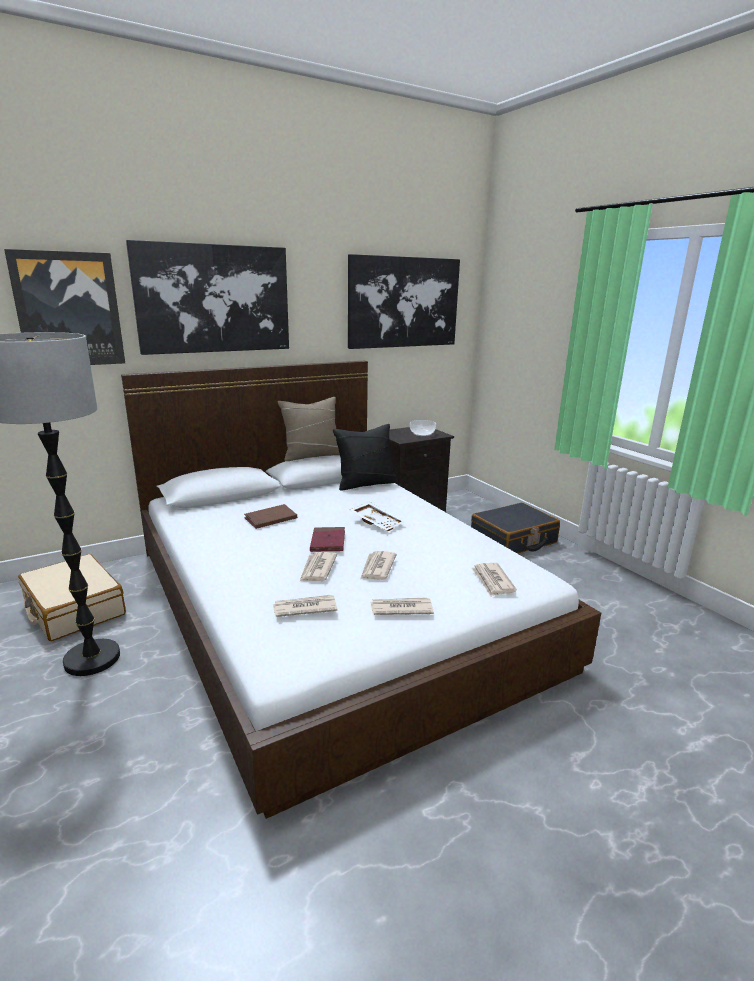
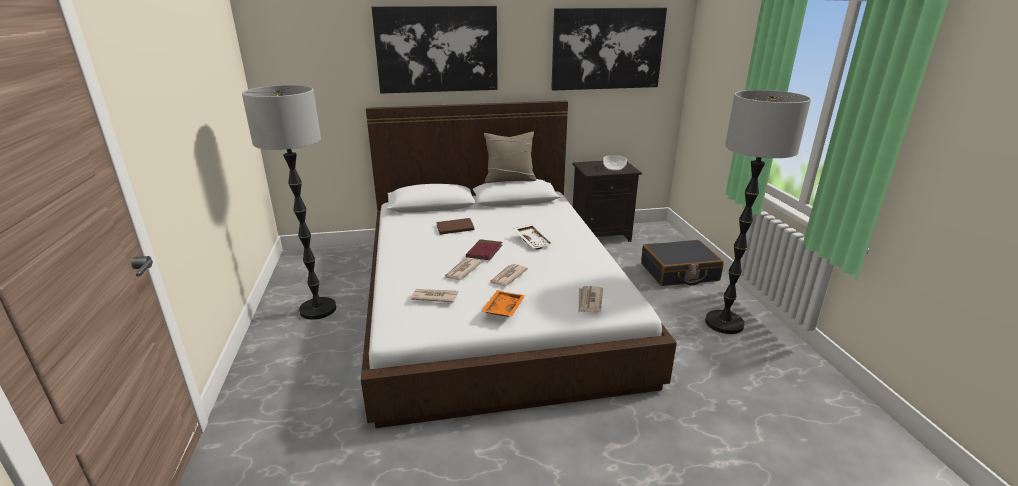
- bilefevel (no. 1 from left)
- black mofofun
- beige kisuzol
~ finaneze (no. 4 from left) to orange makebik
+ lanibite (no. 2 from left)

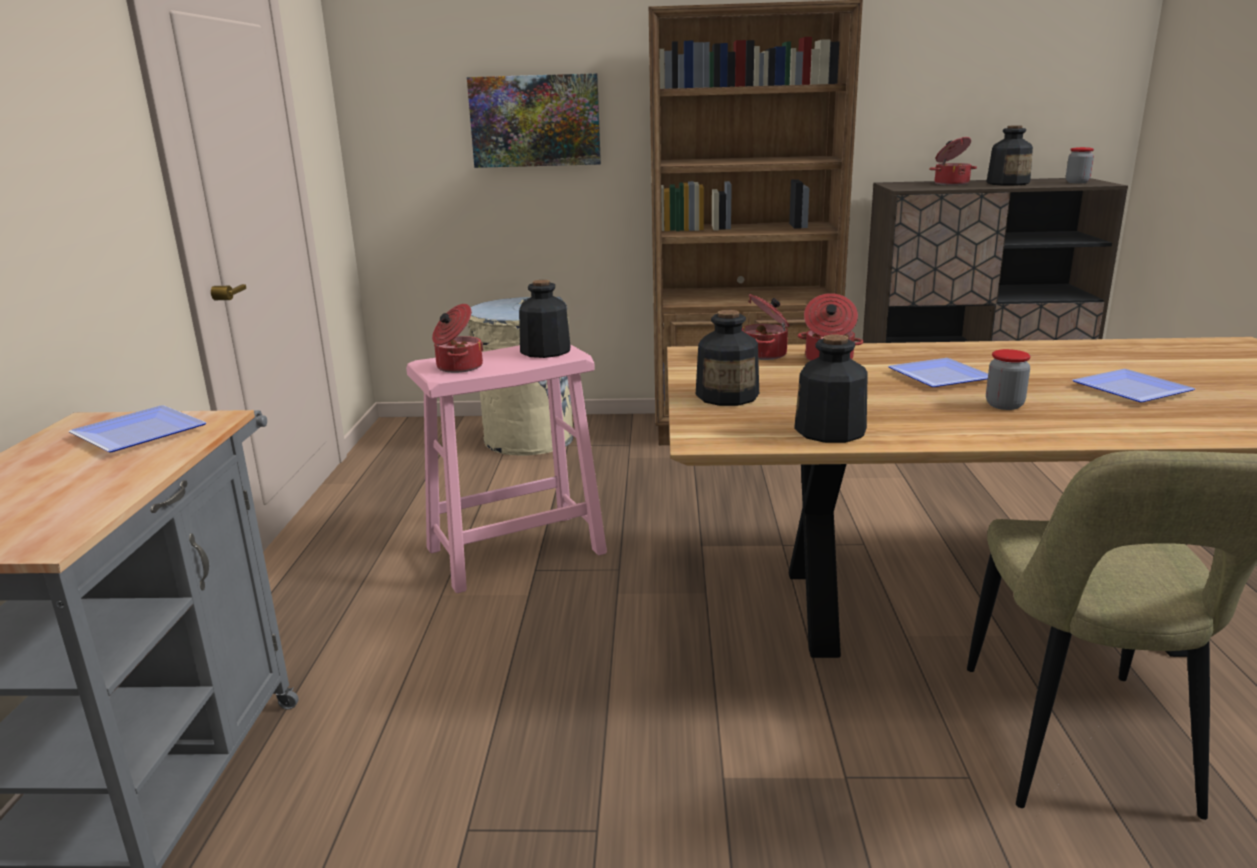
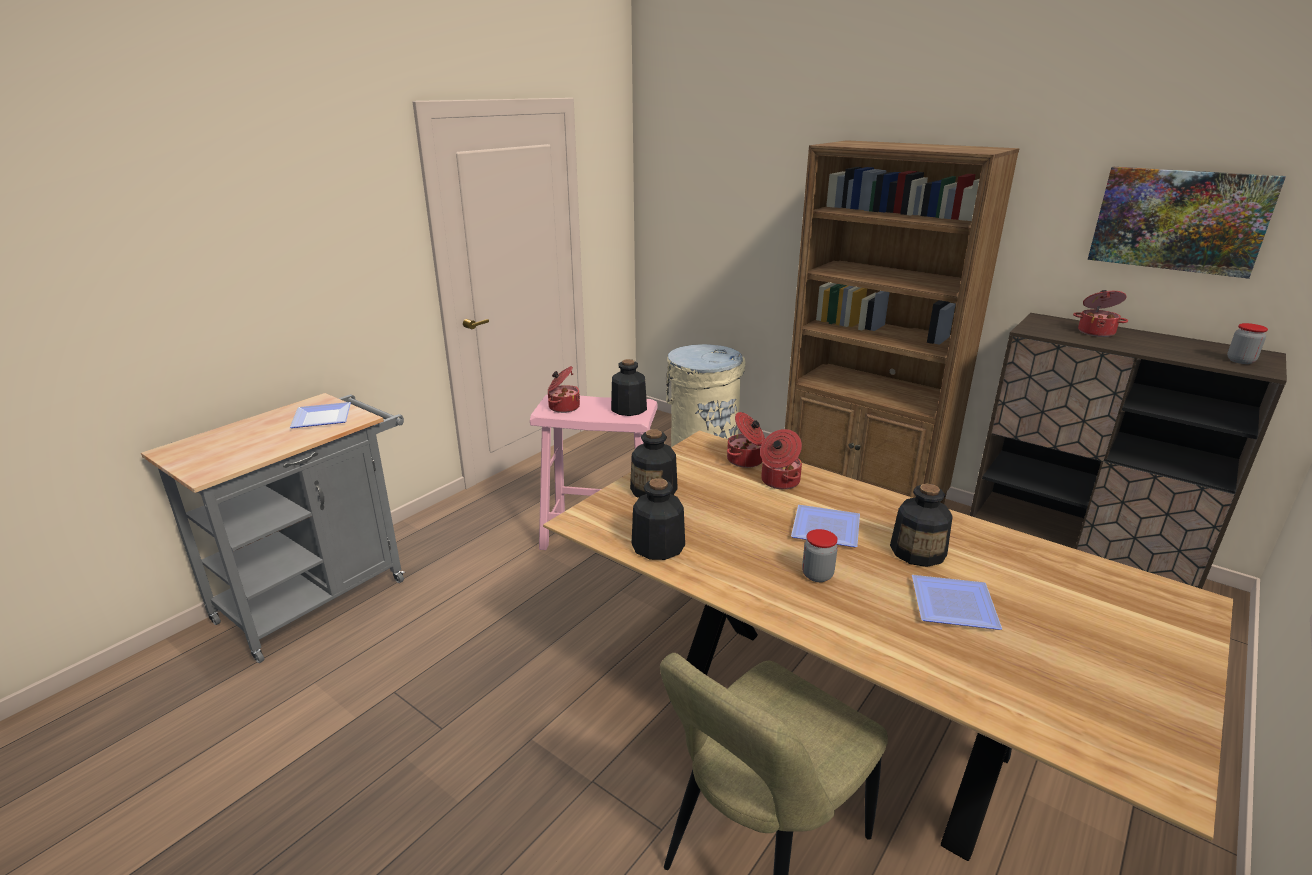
~ bilefevel
~ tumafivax (no. 4 from left)

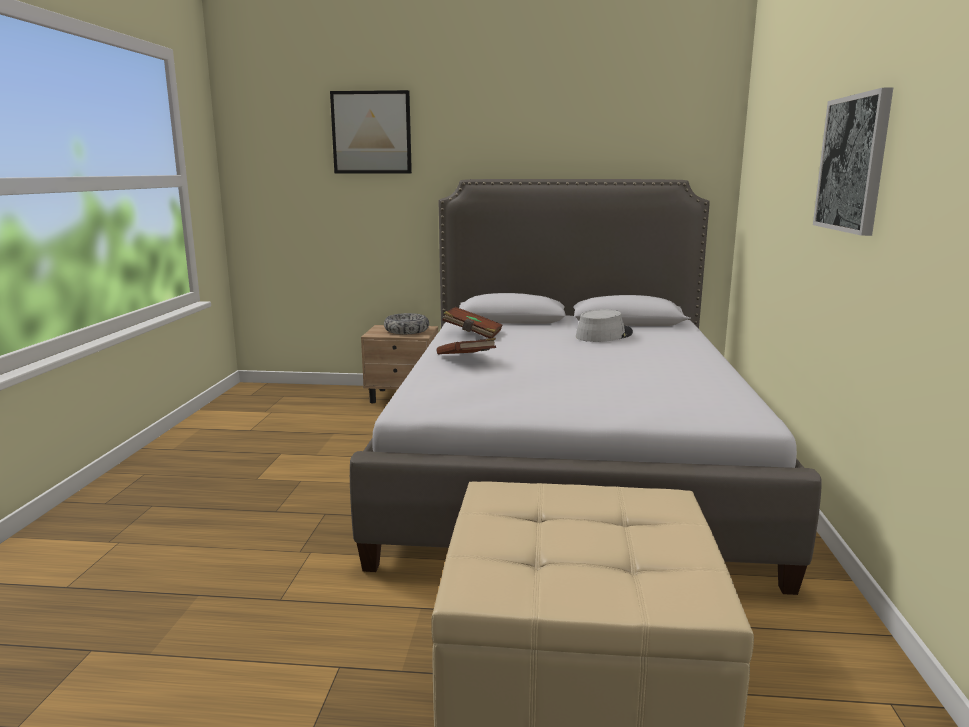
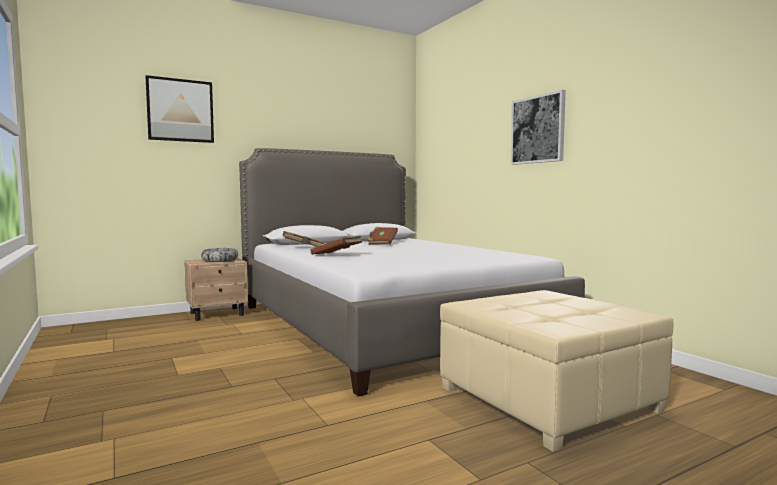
~ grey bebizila to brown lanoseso (no. 3 from left)

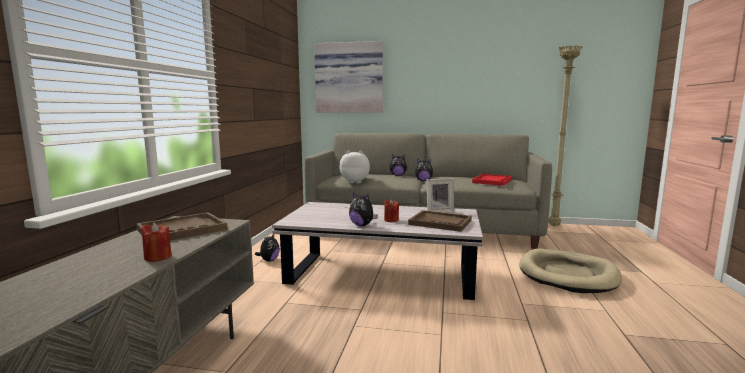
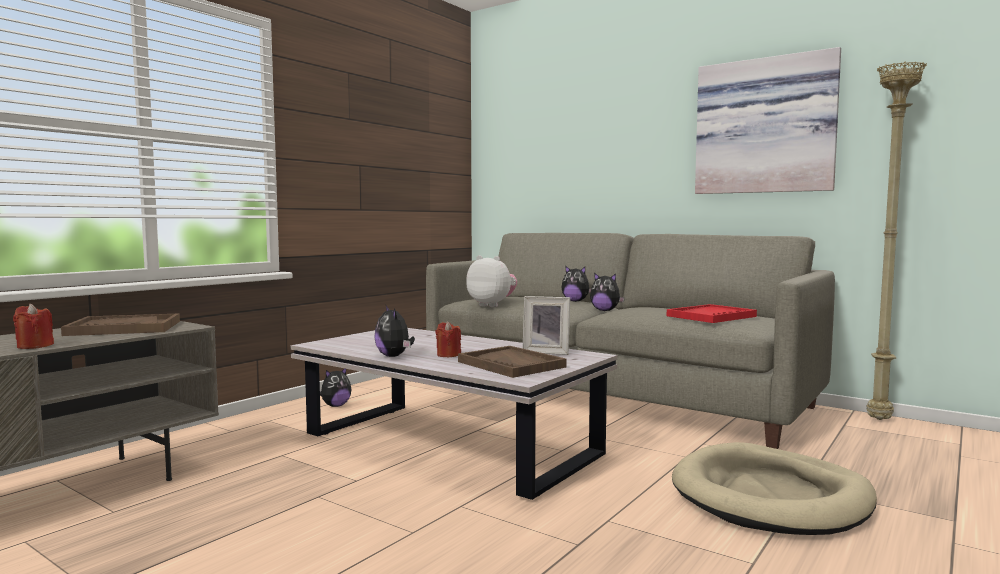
~ bilefevel

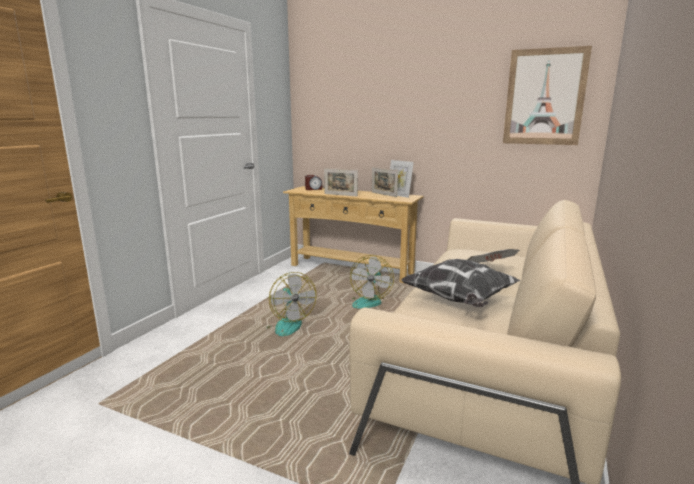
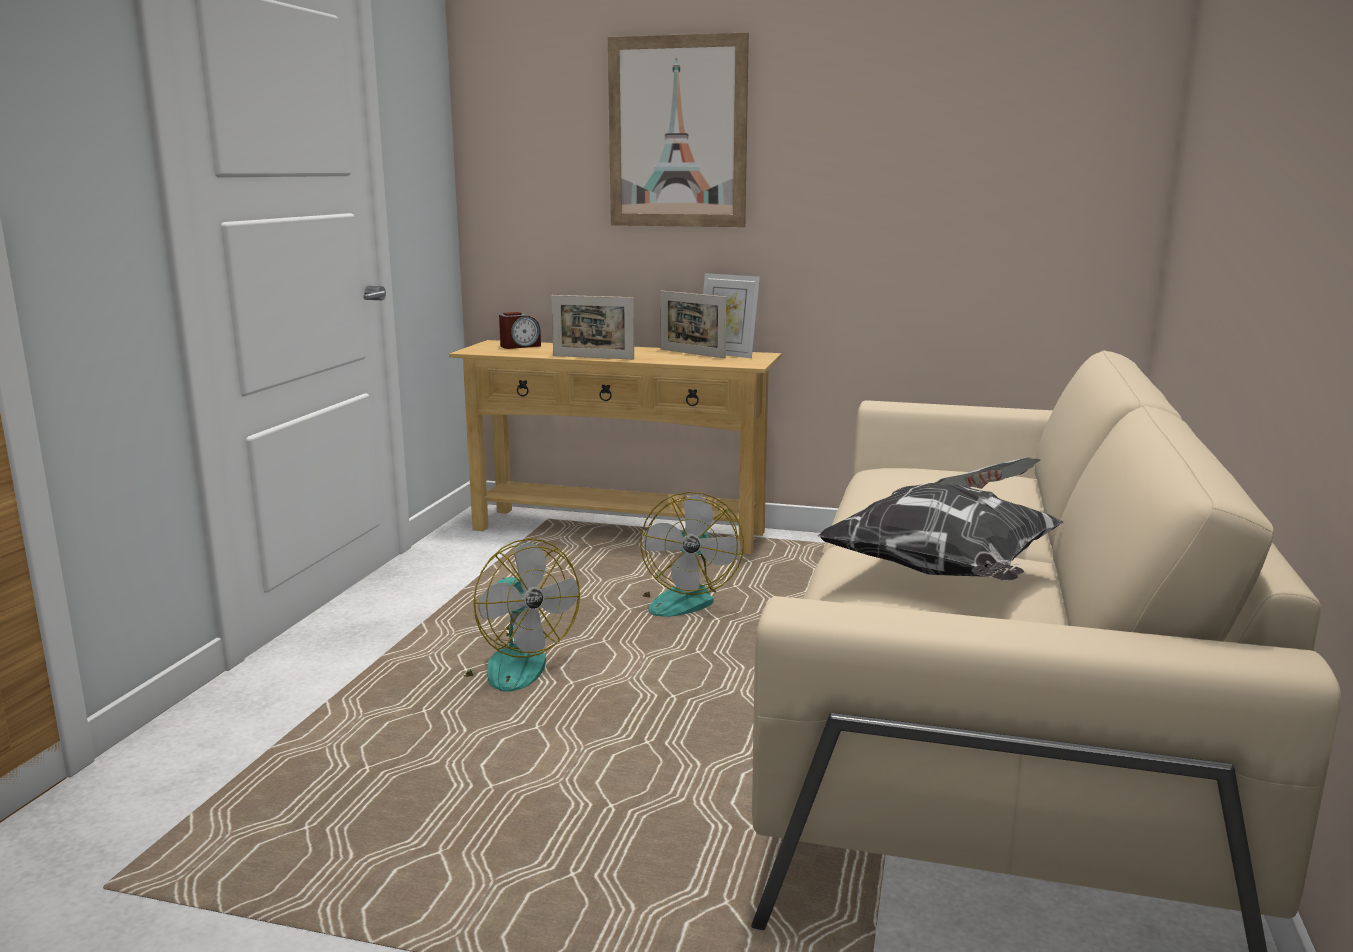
~ bilefevel

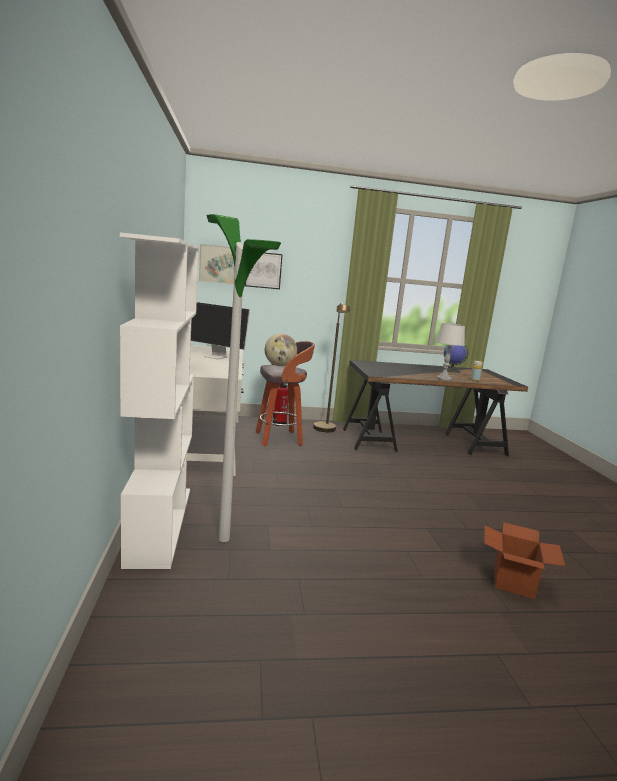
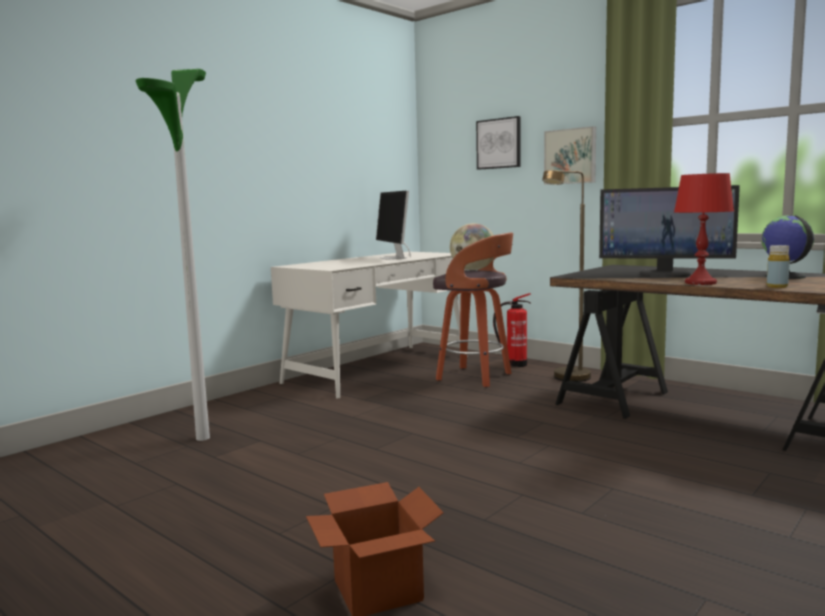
- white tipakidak
~ bilefevel (no. 1 from left in the first image) to bilefevel (no. 2 from left)
~ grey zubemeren to red zubemeren
+ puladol (no. 2 from left)

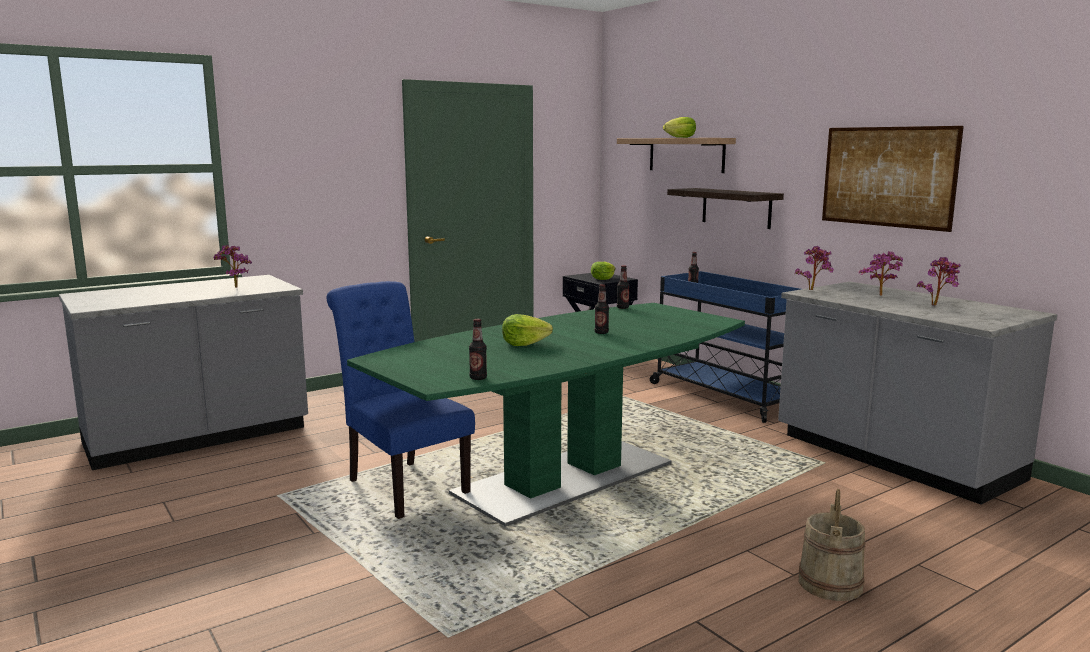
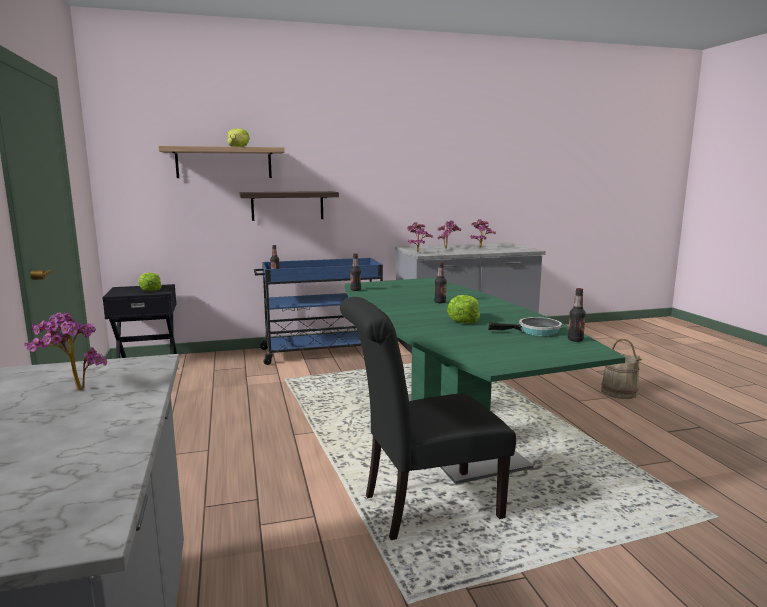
- bilefevel
~ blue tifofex to black tifofex
+ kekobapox

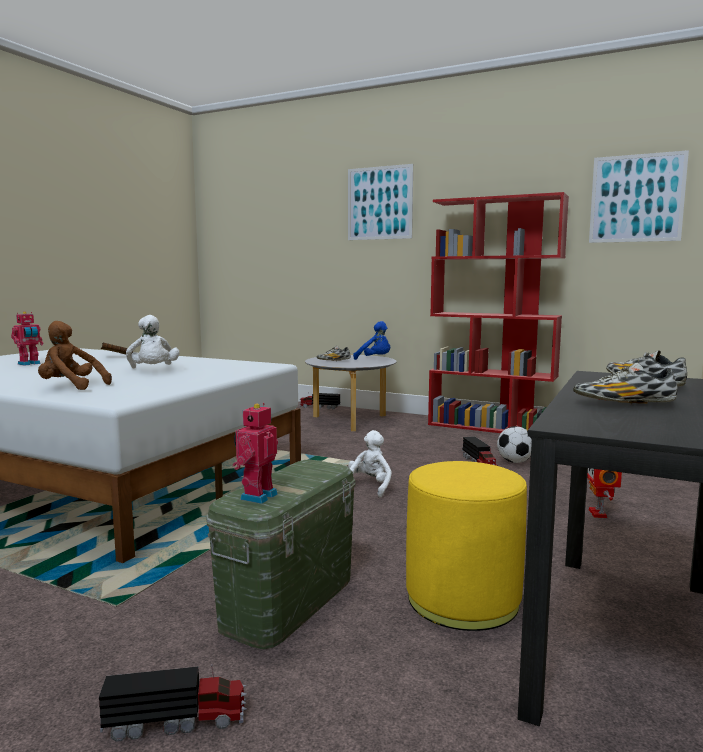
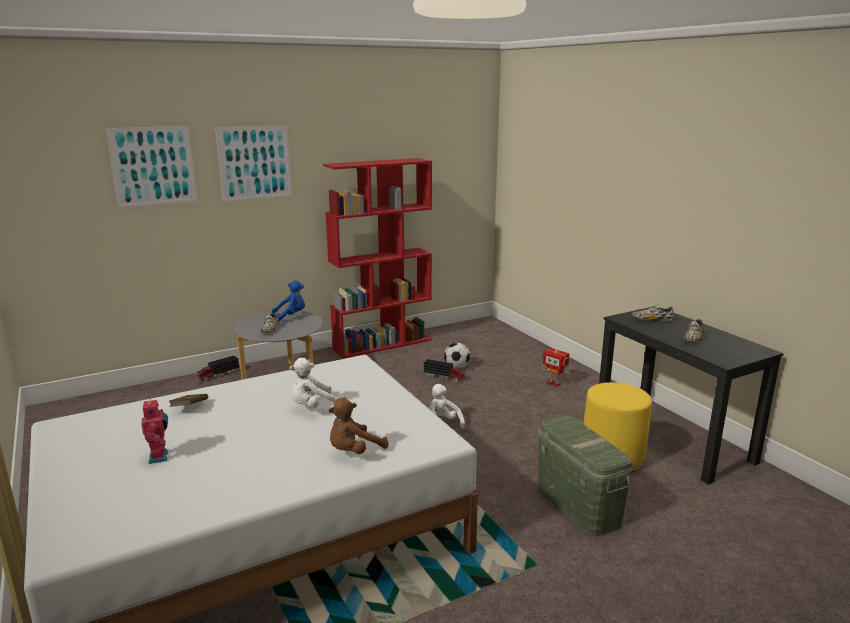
~ bilefevel (no. 2 from left in the first image) to bilefevel (no. 1 from left)
~ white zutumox (no. 1 from left) 135 degrees clockwise
- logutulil (no. 2 from left)
- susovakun (no. 1 from left)

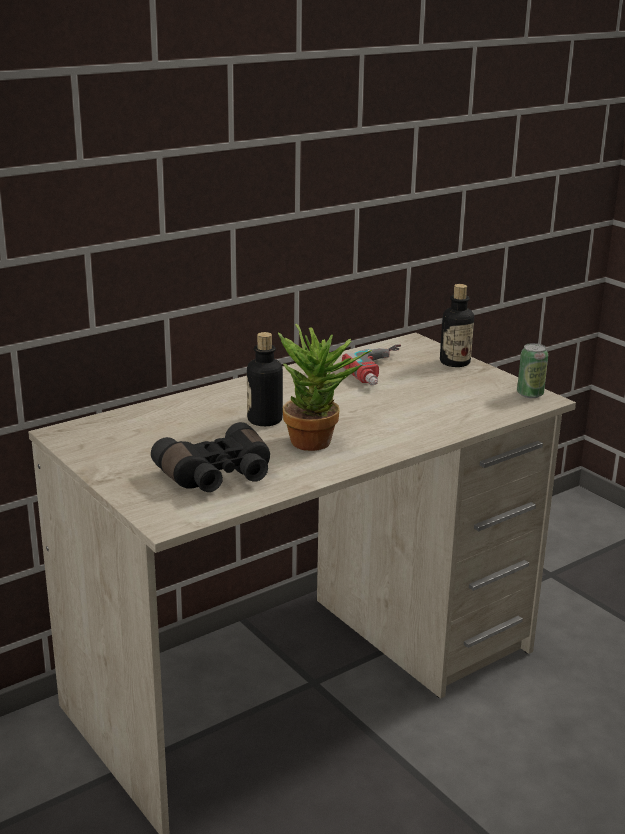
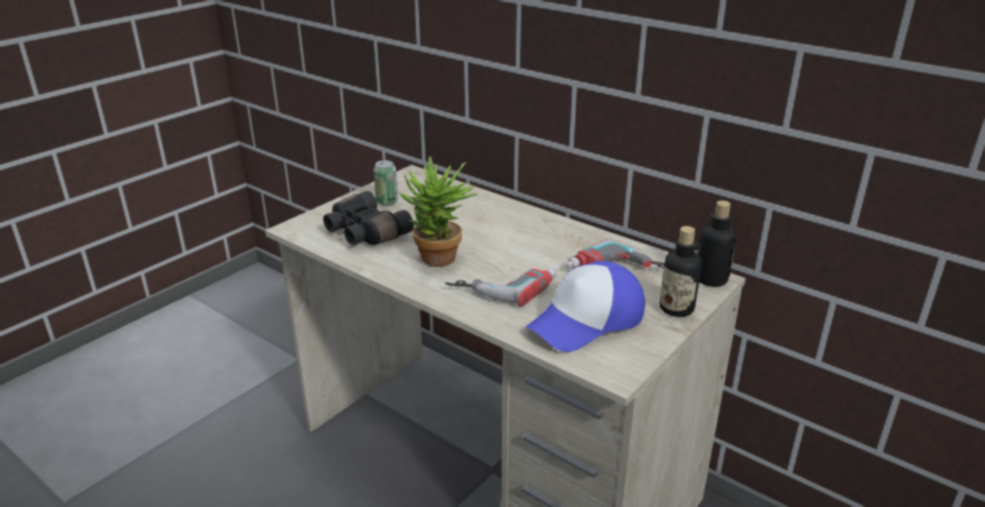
~ tumafivax (no. 1 from left in the first image) to tumafivax (no. 2 from left)
~ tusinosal
+ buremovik
+ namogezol (no. 1 from left)

